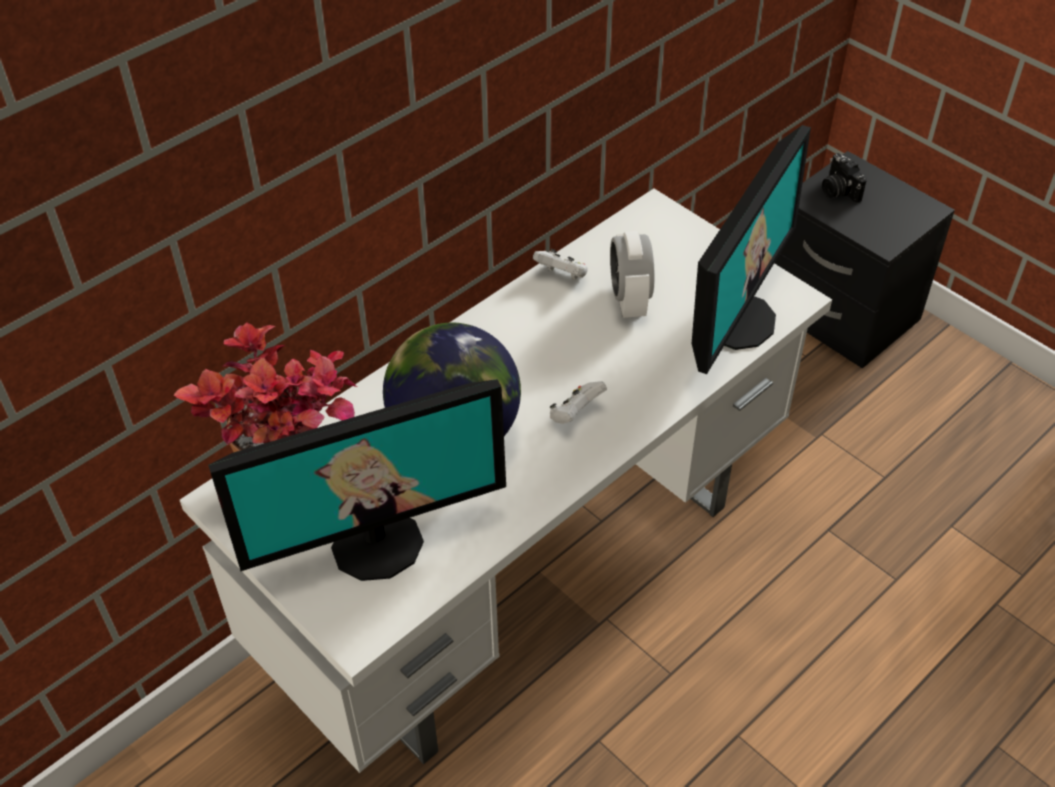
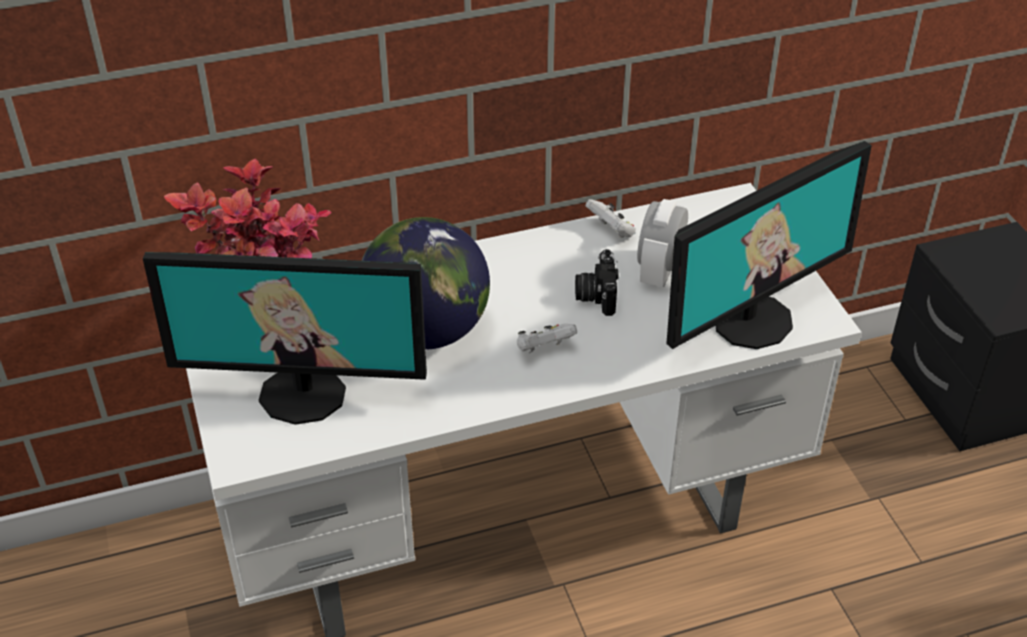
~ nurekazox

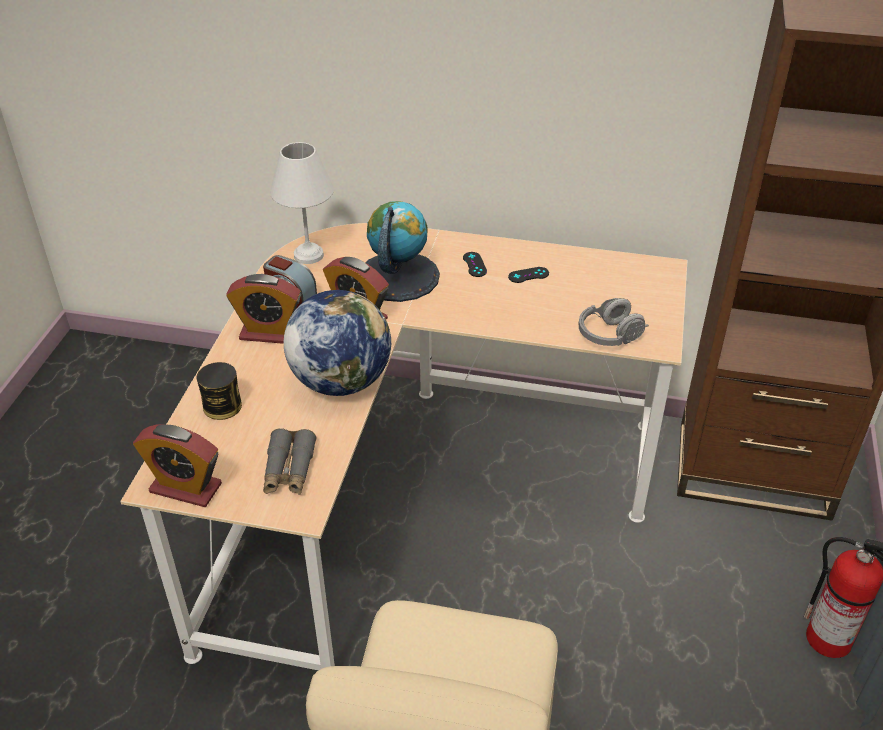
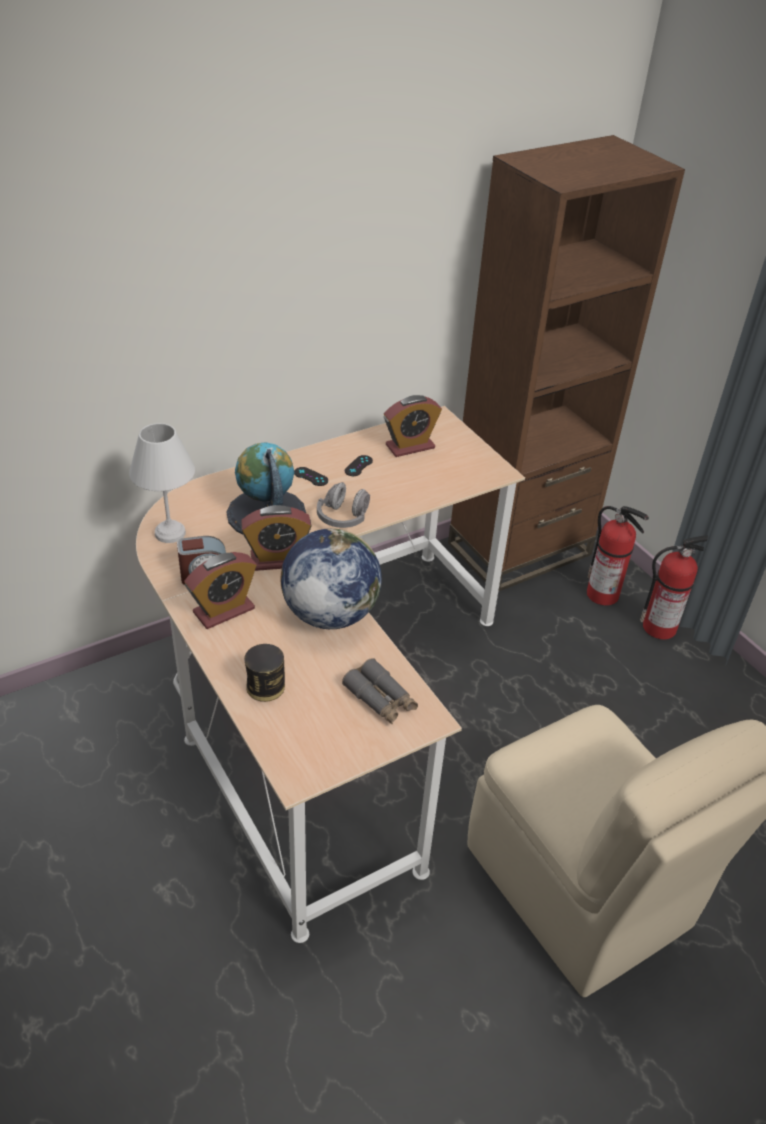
~ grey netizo
~ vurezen (no. 1 from left in the first image) to vurezen (no. 4 from left)
+ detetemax (no. 1 from left)

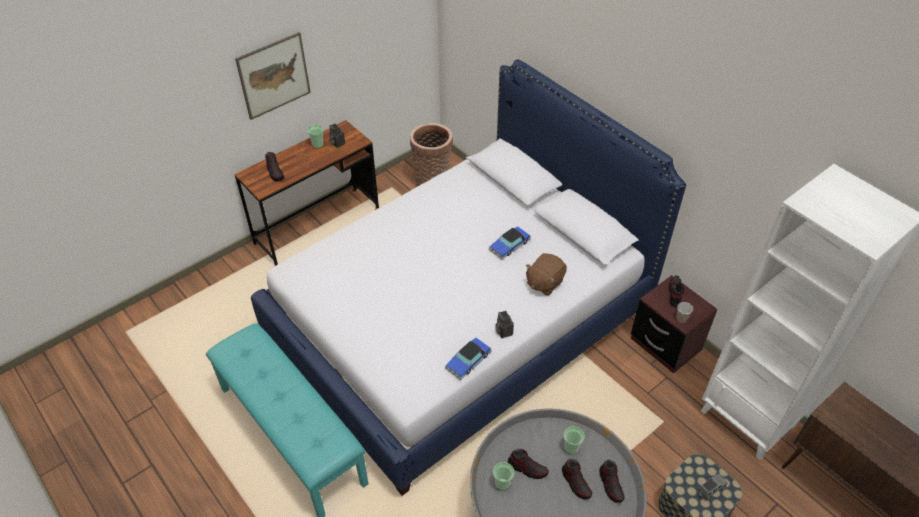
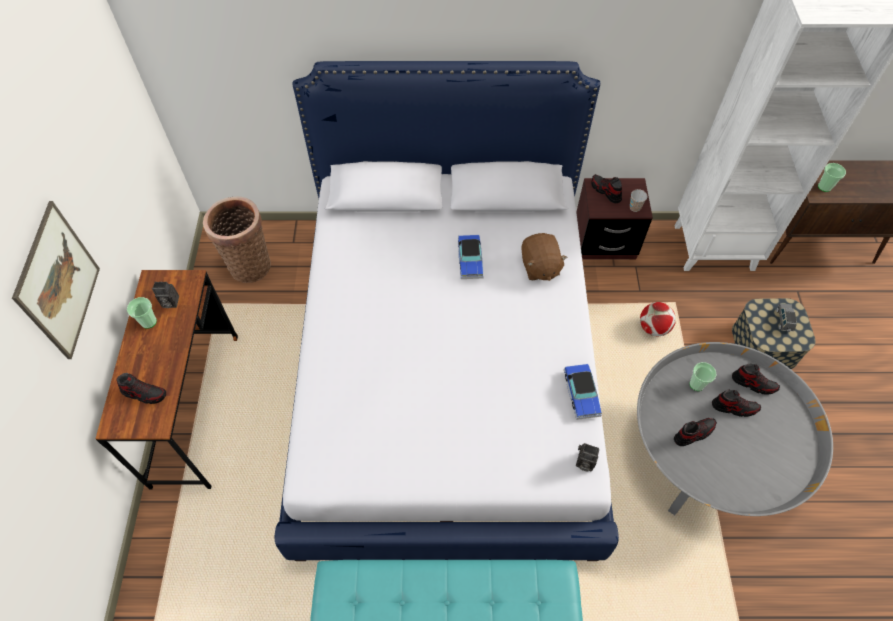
~ nurekazox (no. 2 from left)
~ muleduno (no. 2 from left in the first image) to muleduno (no. 4 from left)
+ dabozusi

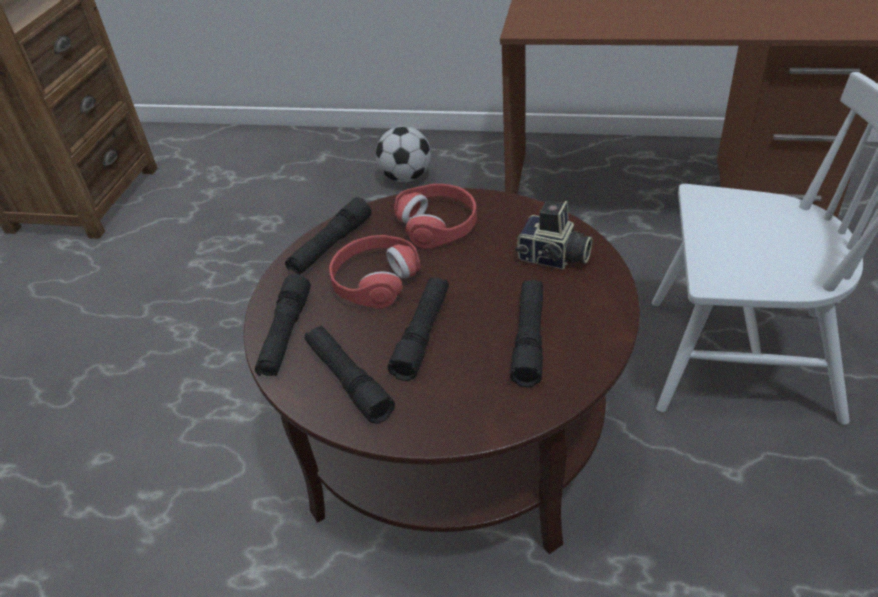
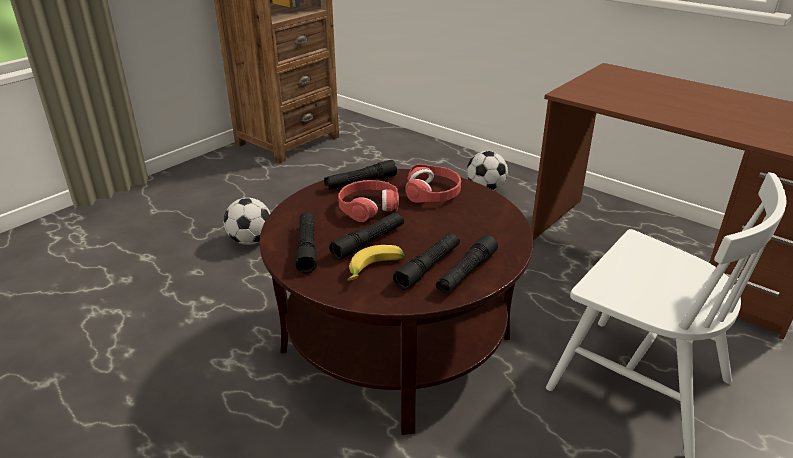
- nurekazox
~ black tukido (no. 1 from left in the first image) to black tukido (no. 5 from left)
+ dabozusi (no. 1 from left)
+ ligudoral

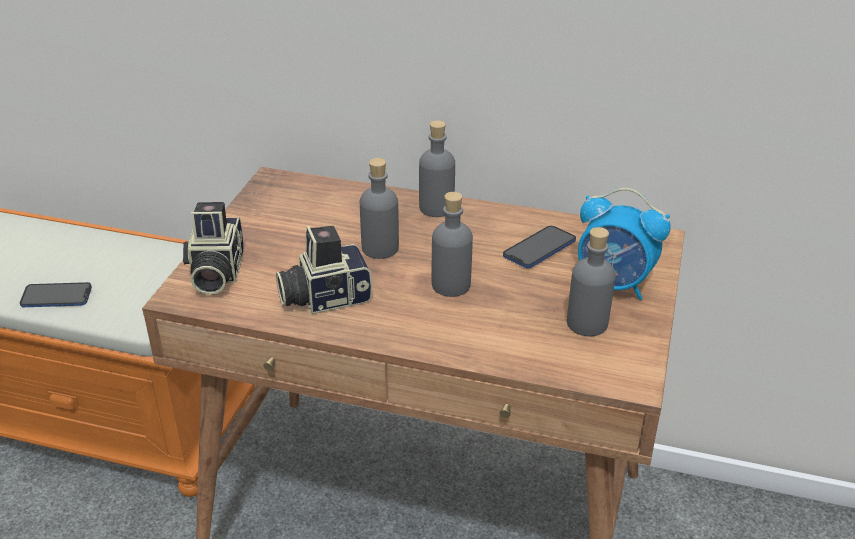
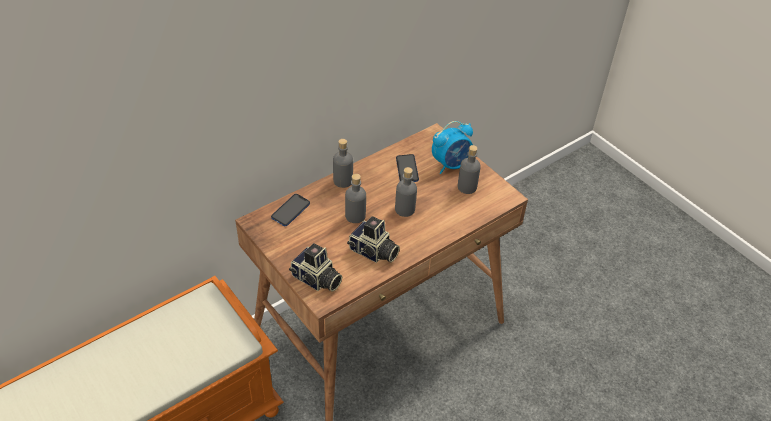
~ nurekazox (no. 2 from left) 75 degrees counterclockwise
~ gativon (no. 1 from left)

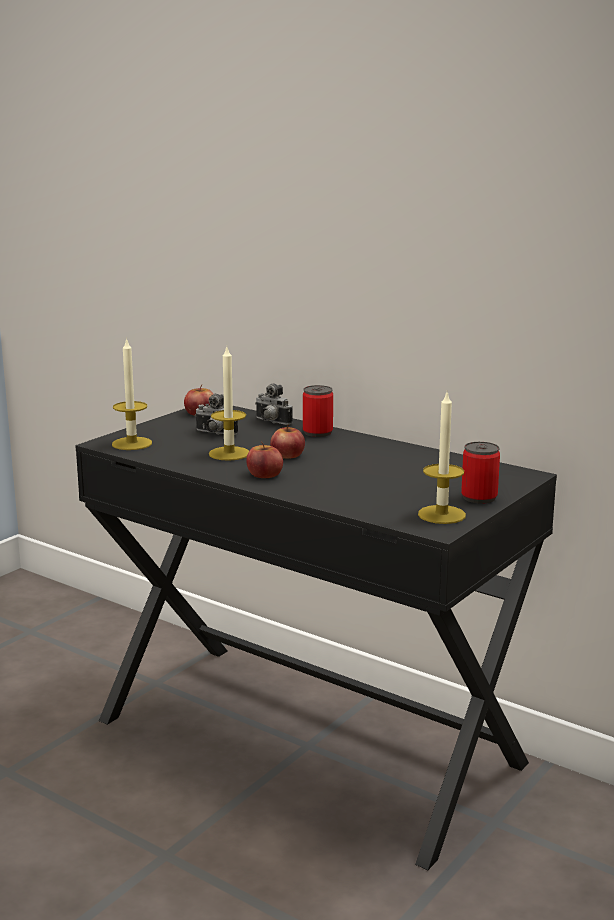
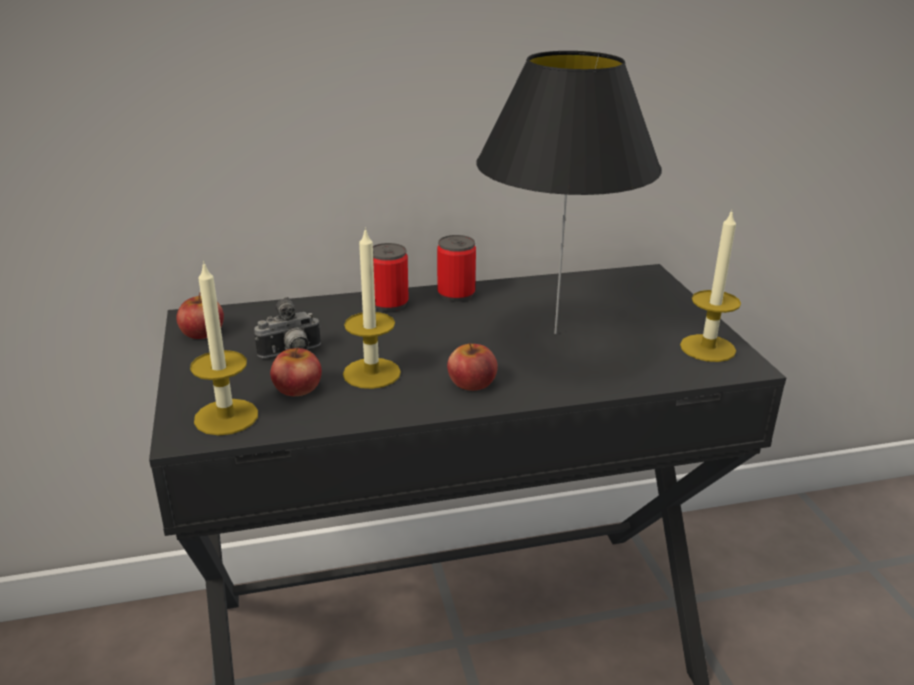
- nurekazox (no. 2 from left)
~ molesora (no. 3 from left in the first image) to molesora (no. 2 from left)
~ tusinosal (no. 2 from left)
+ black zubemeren

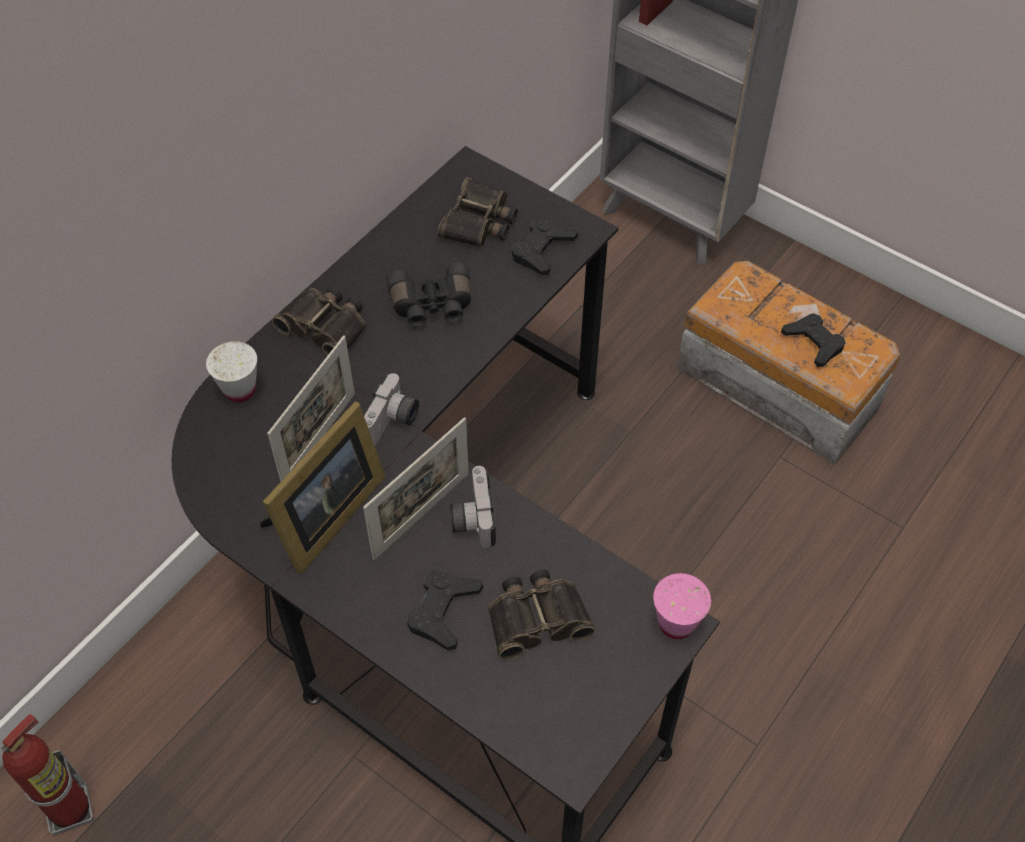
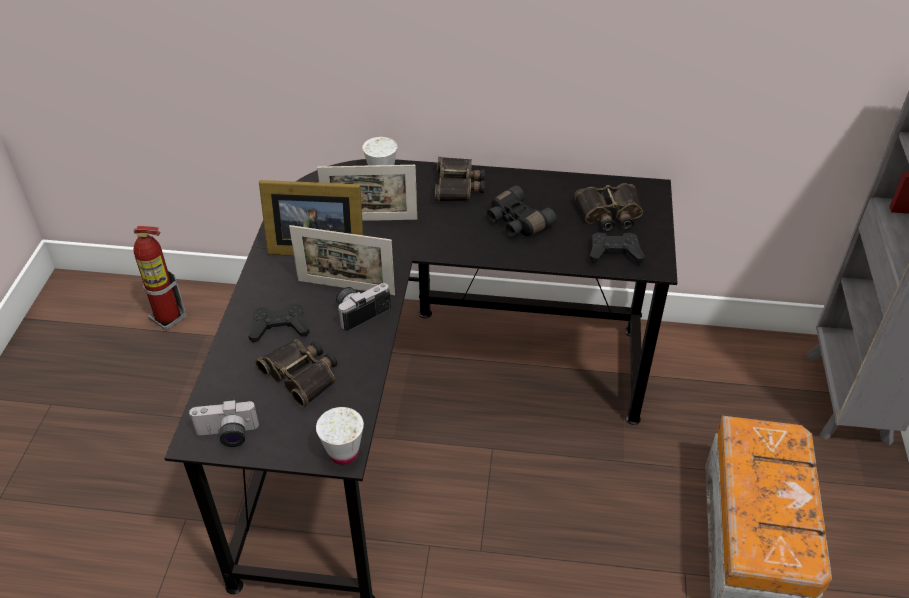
- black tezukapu (no. 3 from left)
~ nurekazox (no. 1 from left)
~ pink muleduno to white muleduno (no. 1 from left)

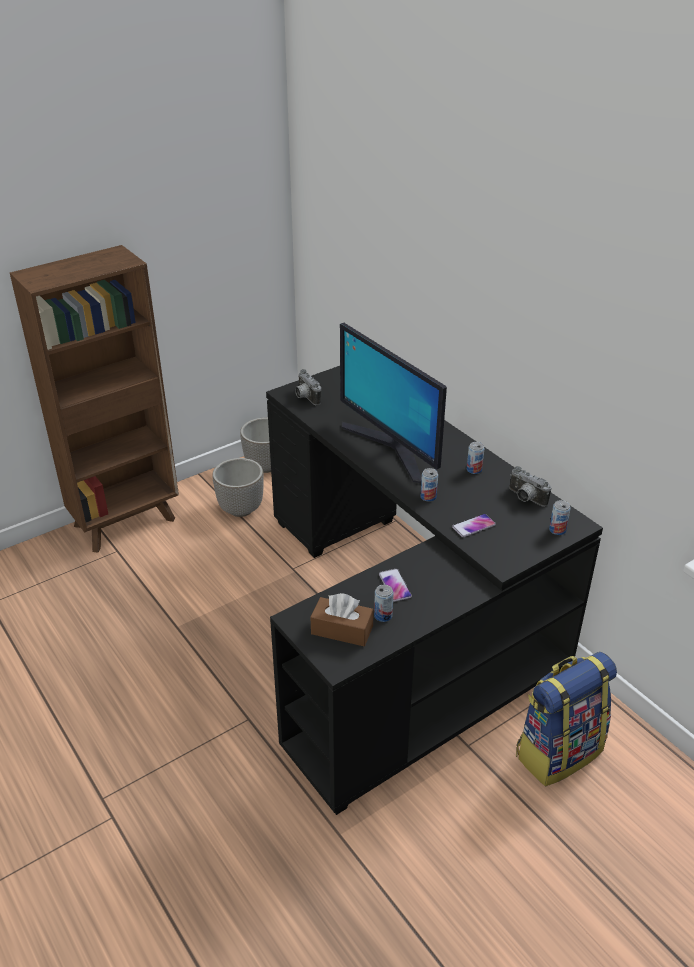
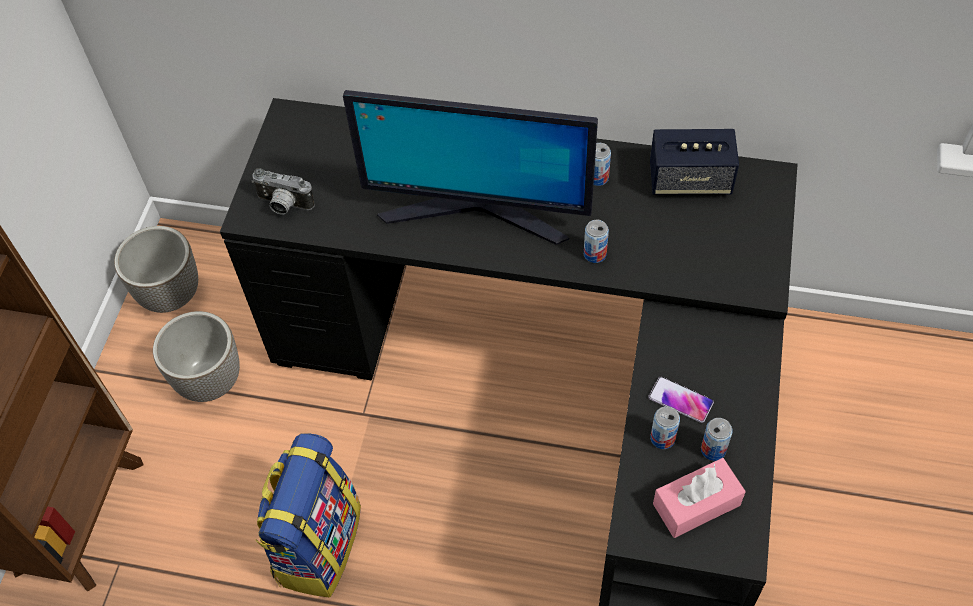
~ nurekazox (no. 2 from left) to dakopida
~ tusinosal (no. 4 from left in the first image) to tusinosal (no. 3 from left)
- gativon (no. 2 from left)
~ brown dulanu to pink dulanu
~ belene

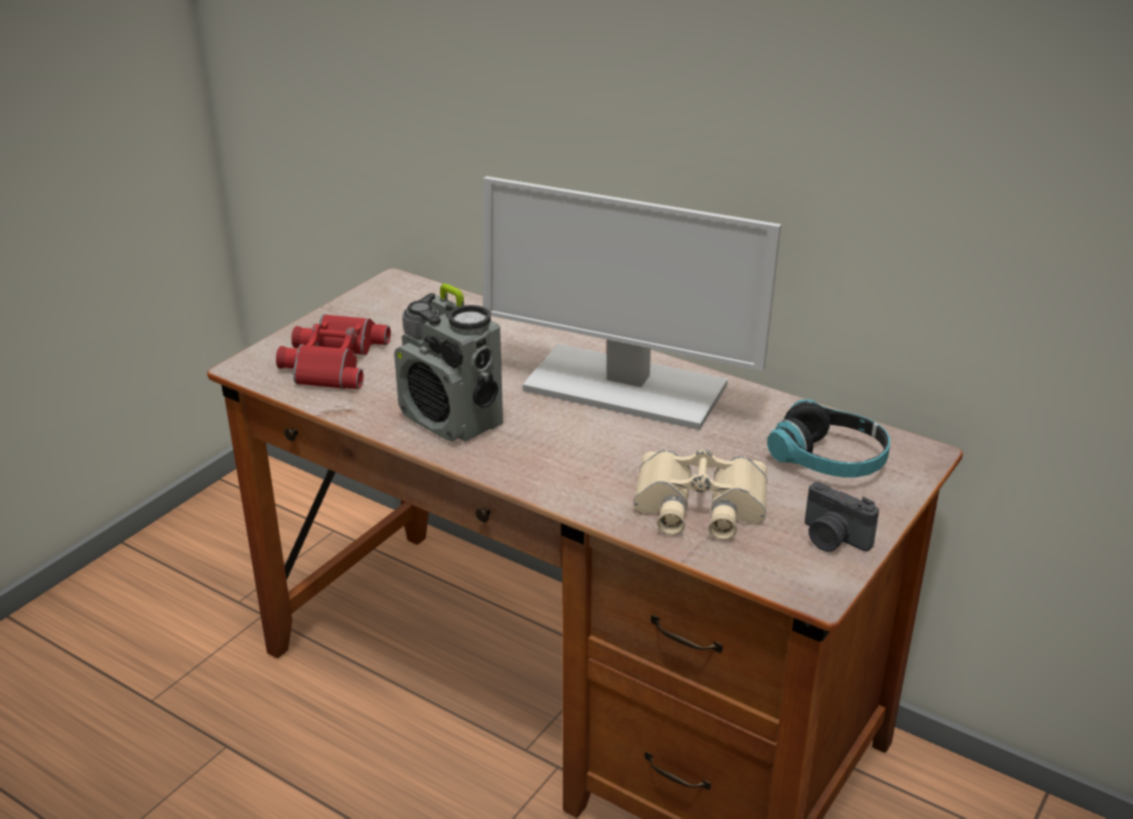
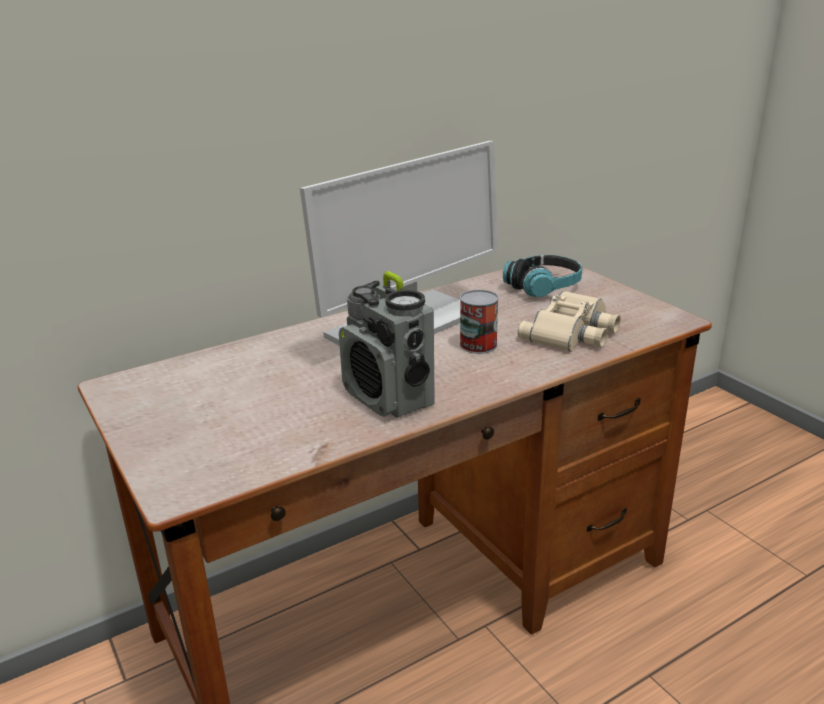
~ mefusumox 75 degrees clockwise
- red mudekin
- nurekazox
+ tusinosal

